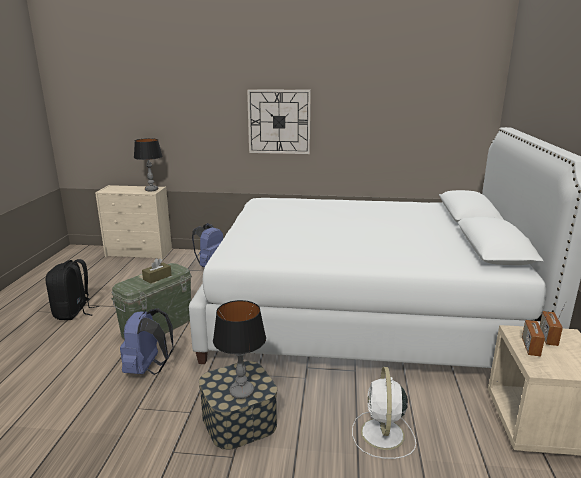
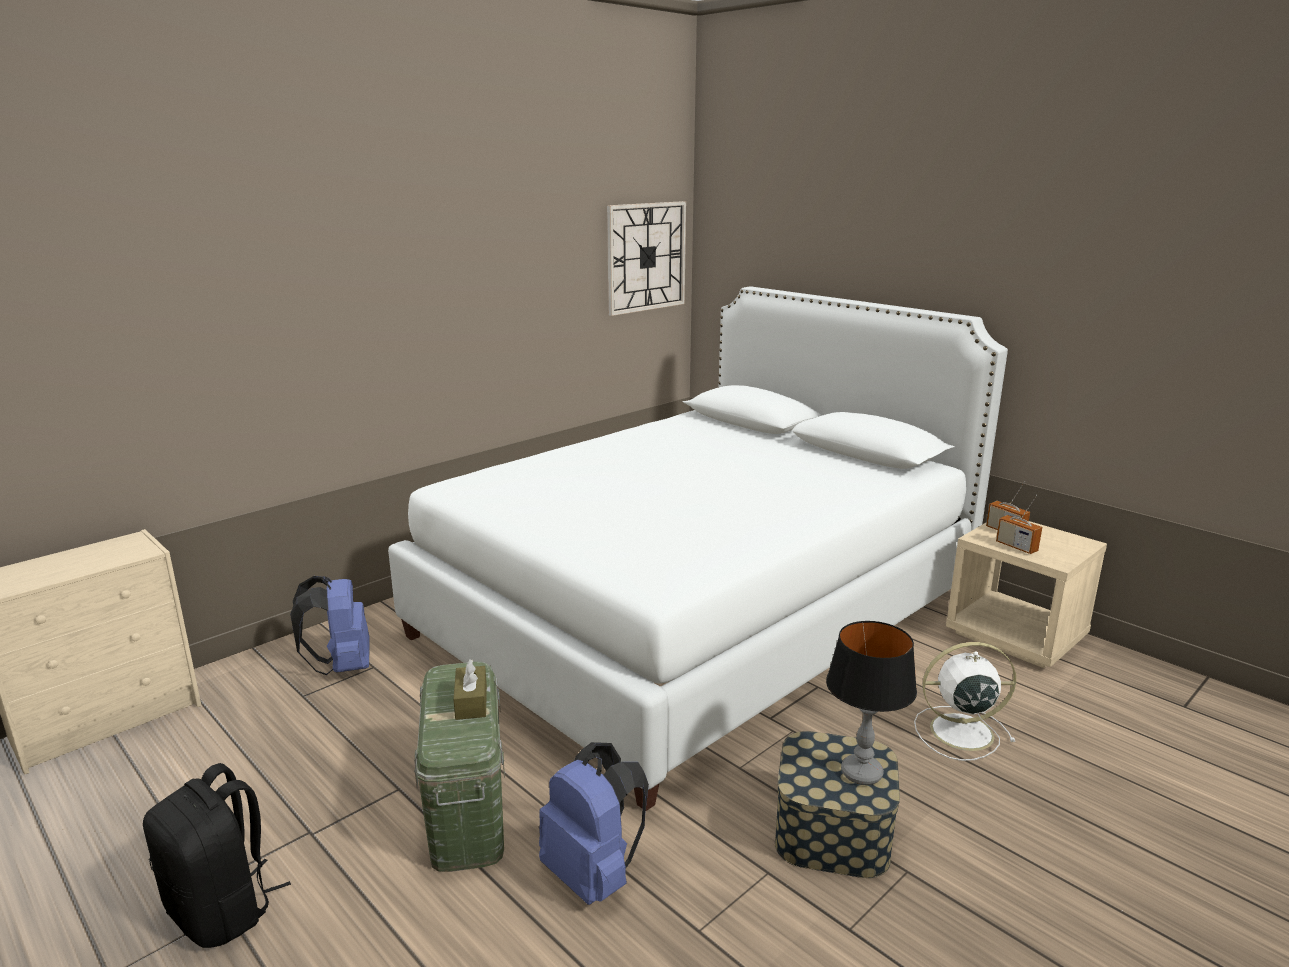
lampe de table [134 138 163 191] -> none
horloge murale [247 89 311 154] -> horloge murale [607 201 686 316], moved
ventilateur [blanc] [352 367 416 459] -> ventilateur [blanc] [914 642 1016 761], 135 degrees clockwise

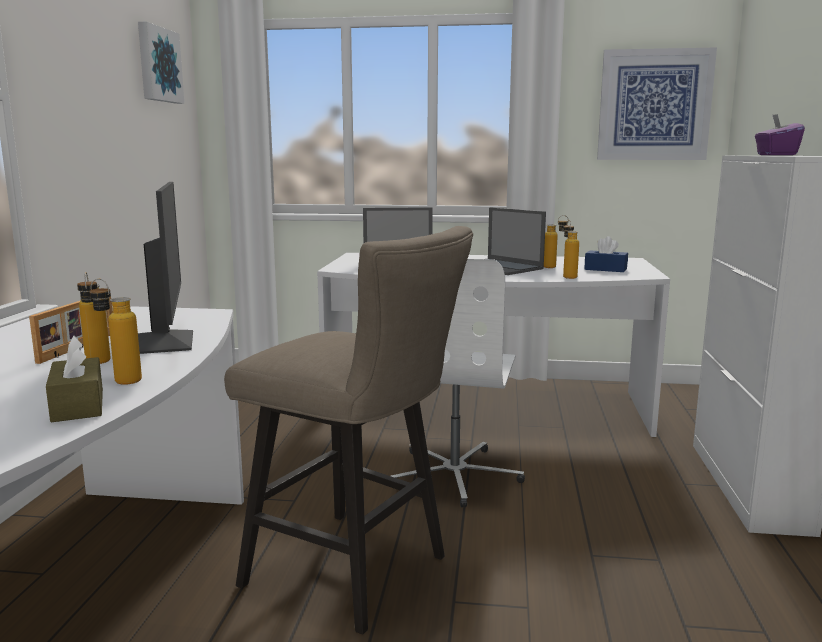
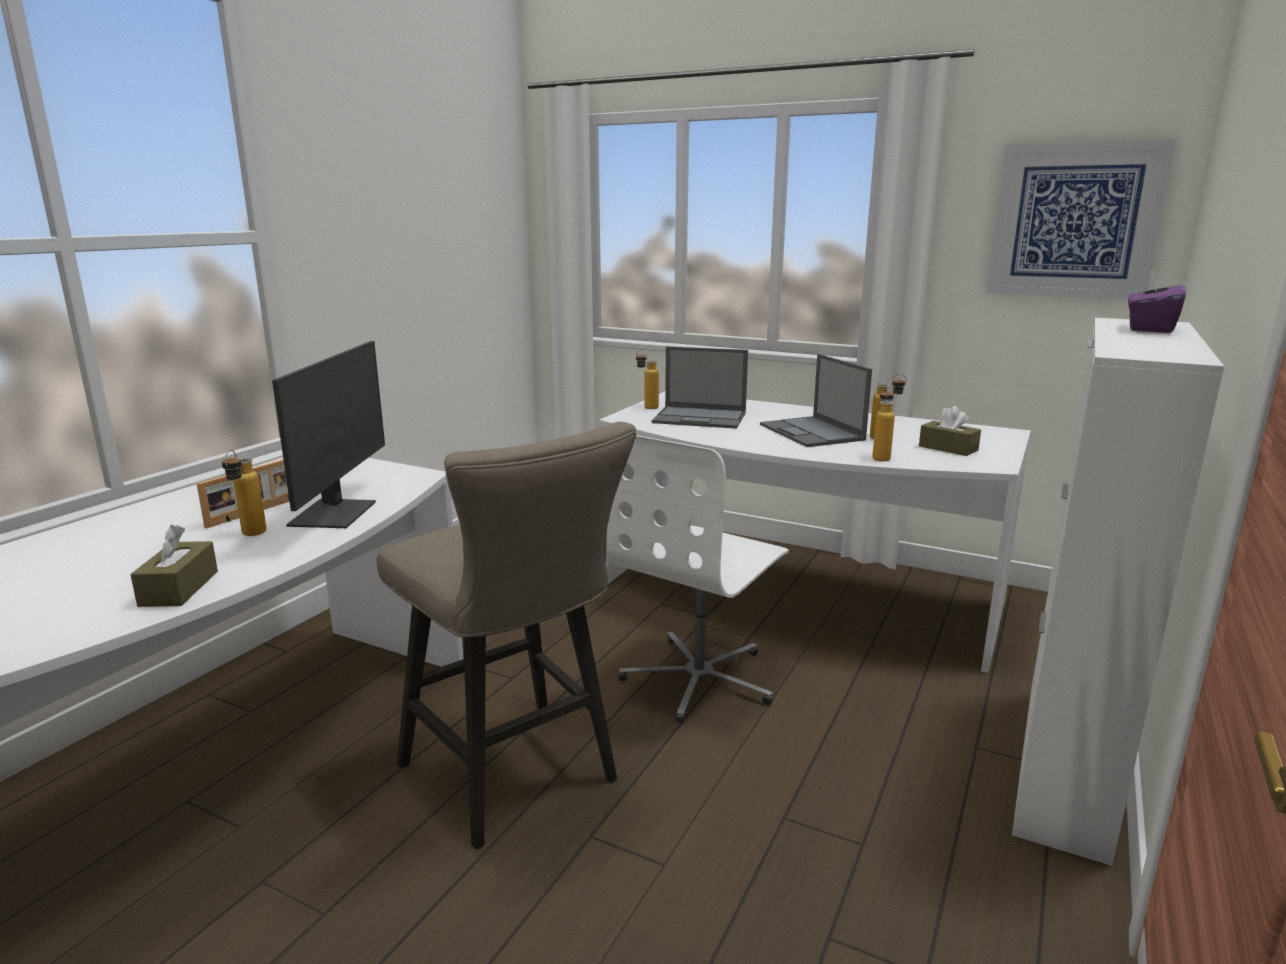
tableau [138 22 184 104] -> none
bouteille [90 278 142 385] -> bouteille [636 349 659 409], moved
boîte à mouchoirs [bleu] [584 236 628 272] -> boîte à mouchoirs [marron] [919 406 981 456]

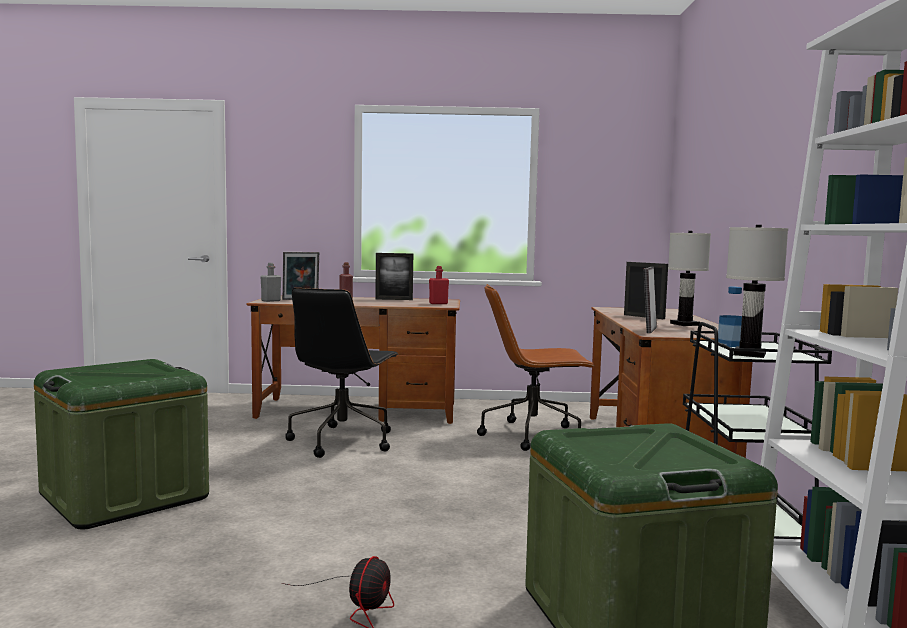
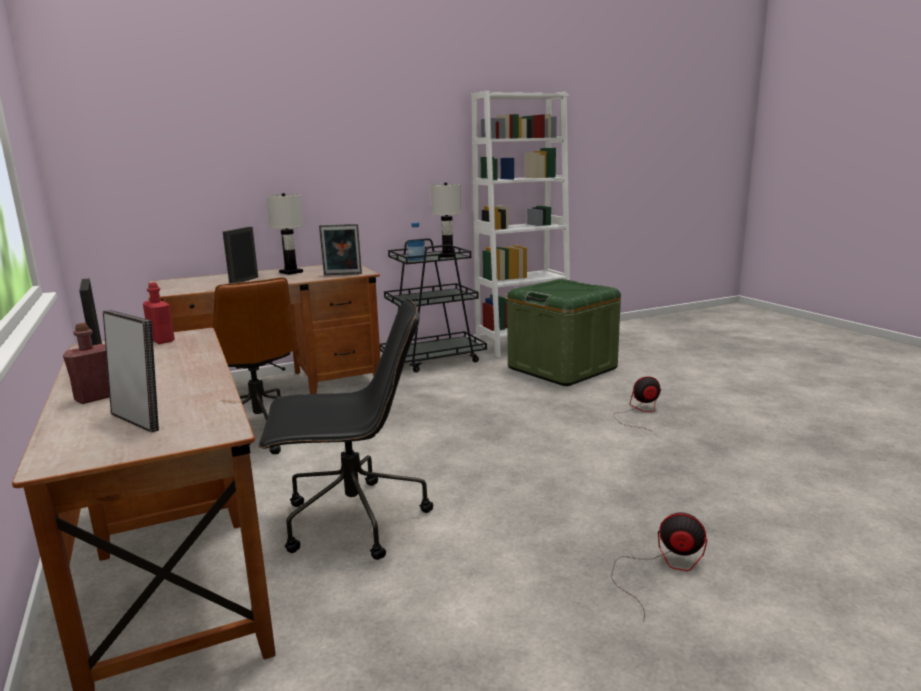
bouteille [gris] [261 263 281 302] -> none
boîte de rangement [vert] [34 359 209 530] -> ventilateur [611 512 707 622]

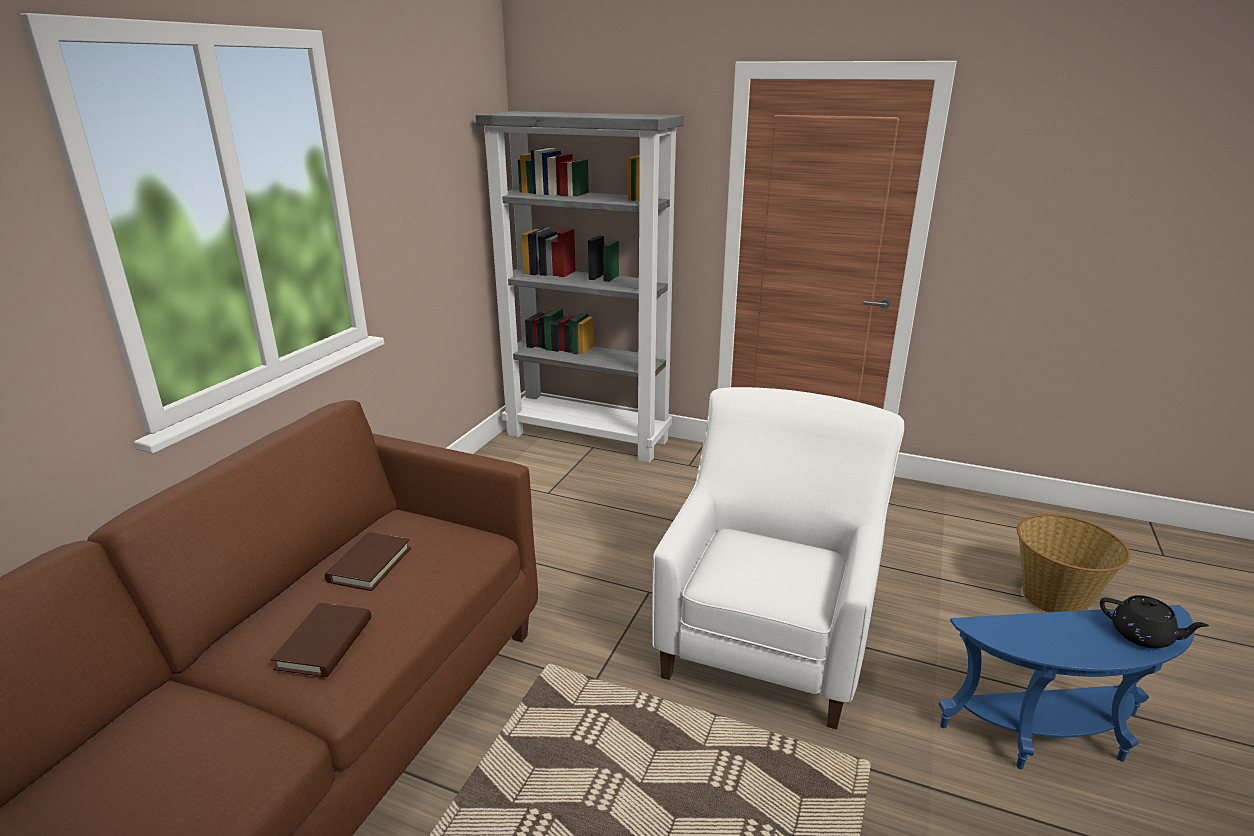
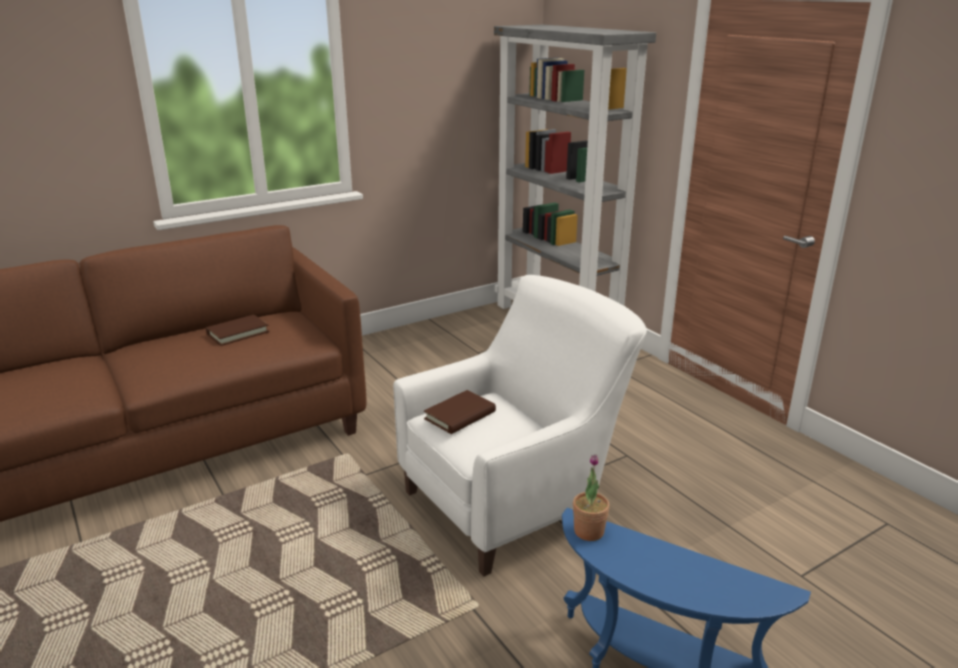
panier [1017 514 1131 613] -> none
théière [noir] [1100 595 1209 648] -> none
none -> plante en pot [573 455 610 541]
livre [marron] [271 603 371 677] -> livre [marron] [424 390 496 434], moved

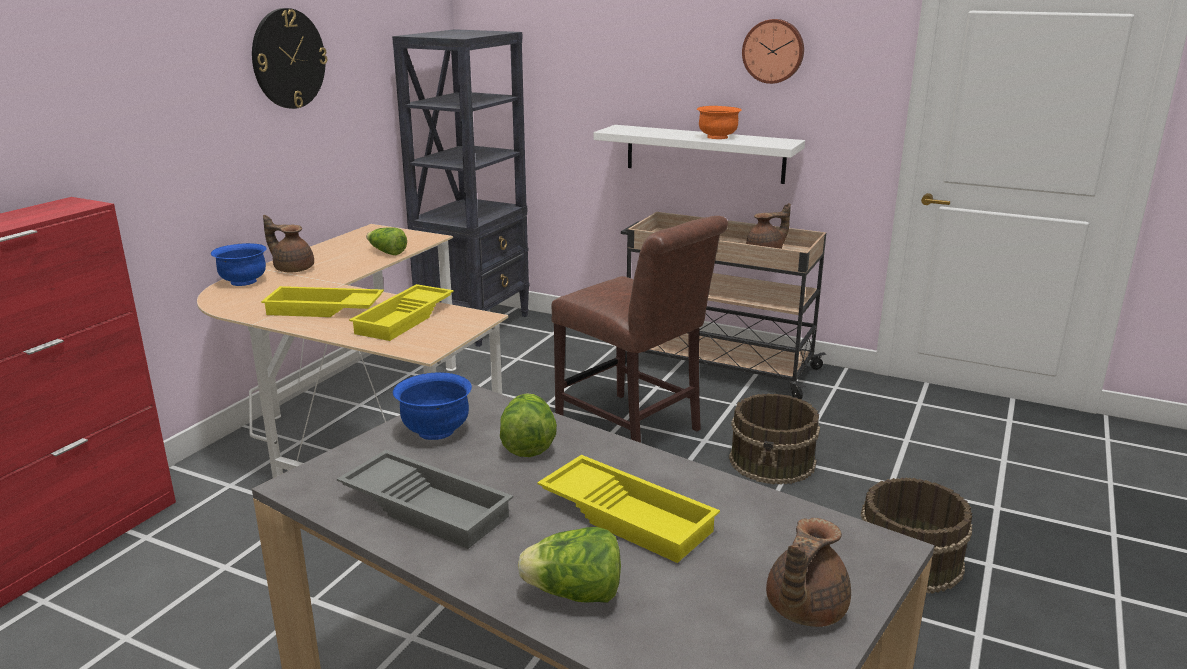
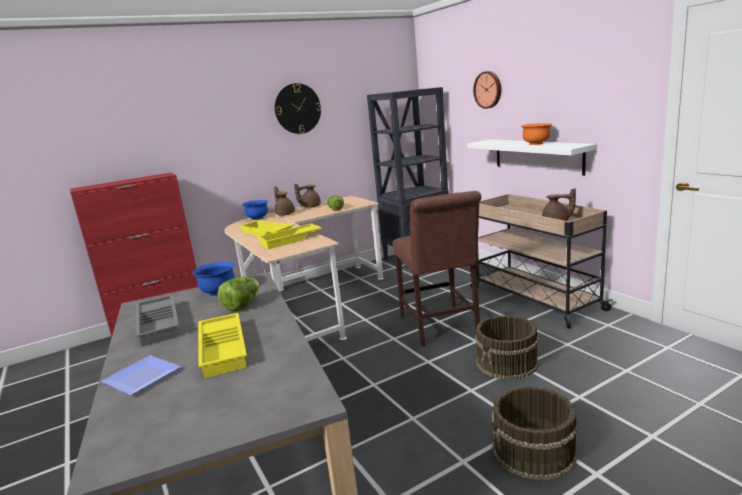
horloge murale [742 19 804 84] -> horloge murale [473 71 501 109], moved
théière [marron] [766 518 851 627] -> théière [marron] [294 183 321 208], moved
laitue [518 527 621 603] -> assiette [101 355 181 396]

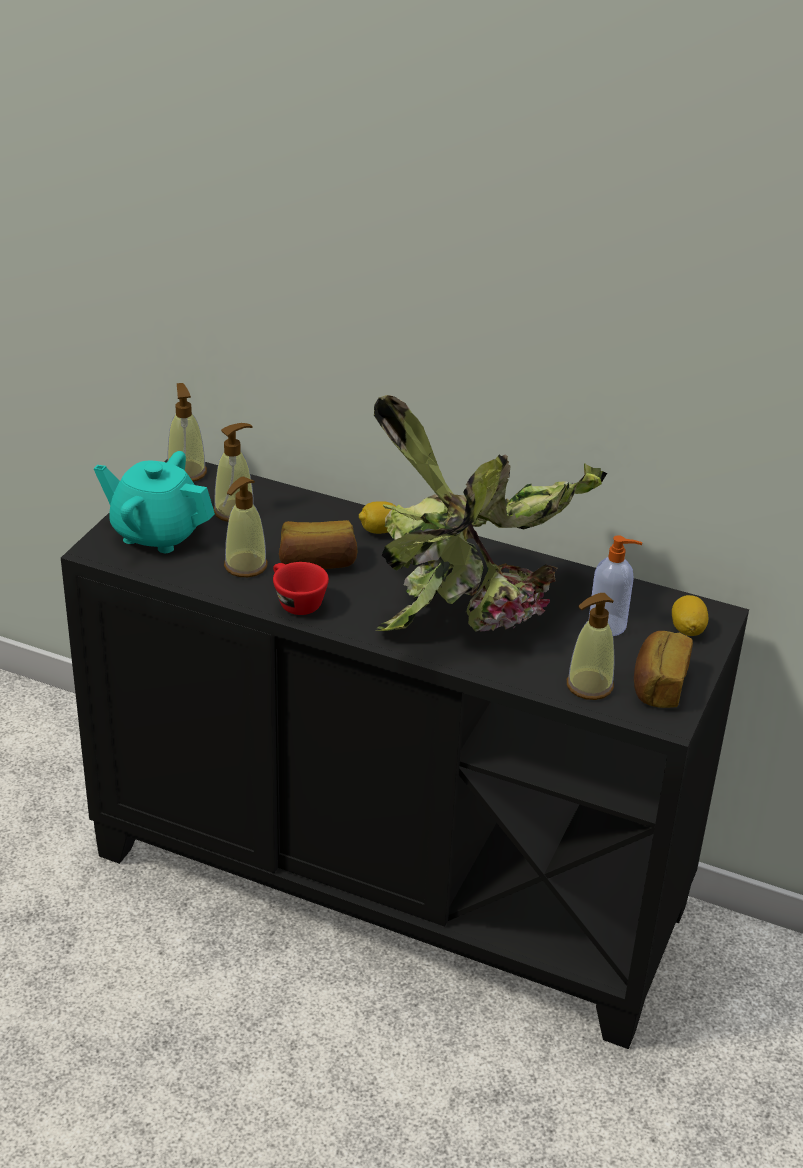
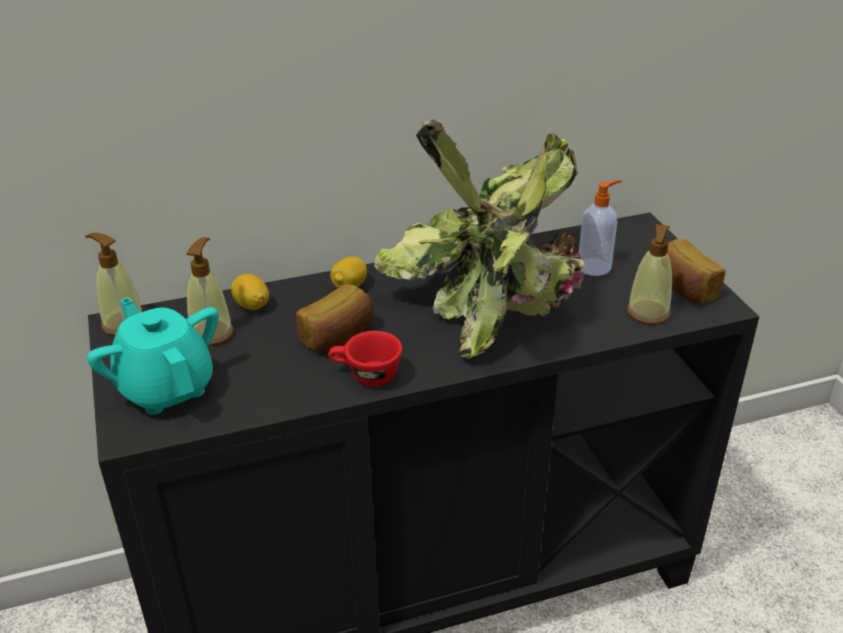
distributeur de savon [224 477 268 577] -> none
citron [672 595 708 636] -> citron [231 274 269 310], moved
théière [turquoise] [94 451 215 553] -> théière [turquoise] [87 297 219 415], 75 degrees clockwise

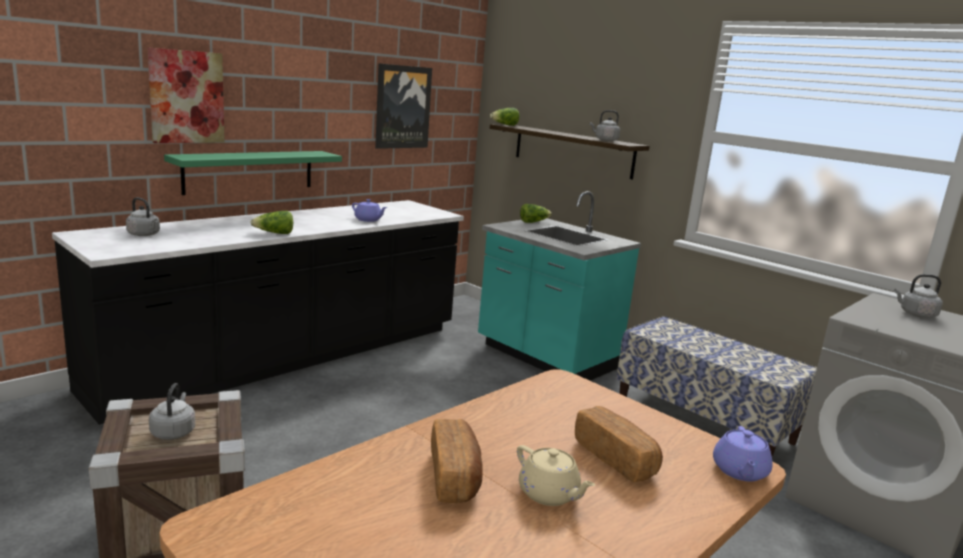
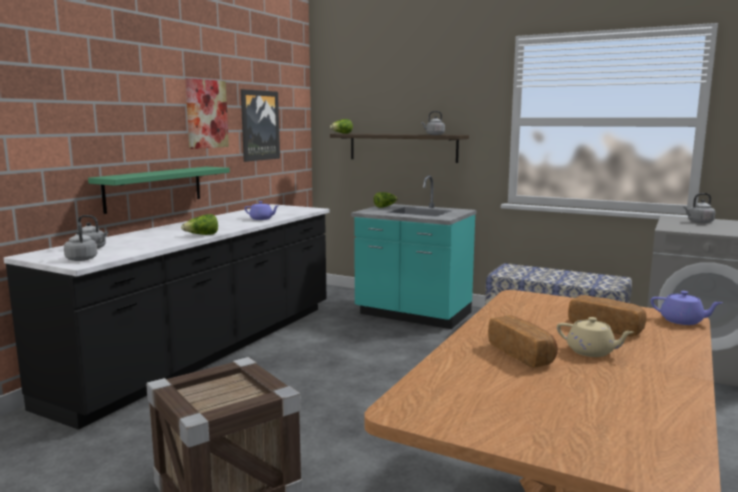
tableau [147 47 225 143] -> tableau [185 78 229 149], moved
bouilloire [gris] [149 383 195 440] -> bouilloire [gris] [64 222 98 261], moved
théière [violet] [713 426 773 482] -> théière [violet] [651 291 723 325], 60 degrees counterclockwise

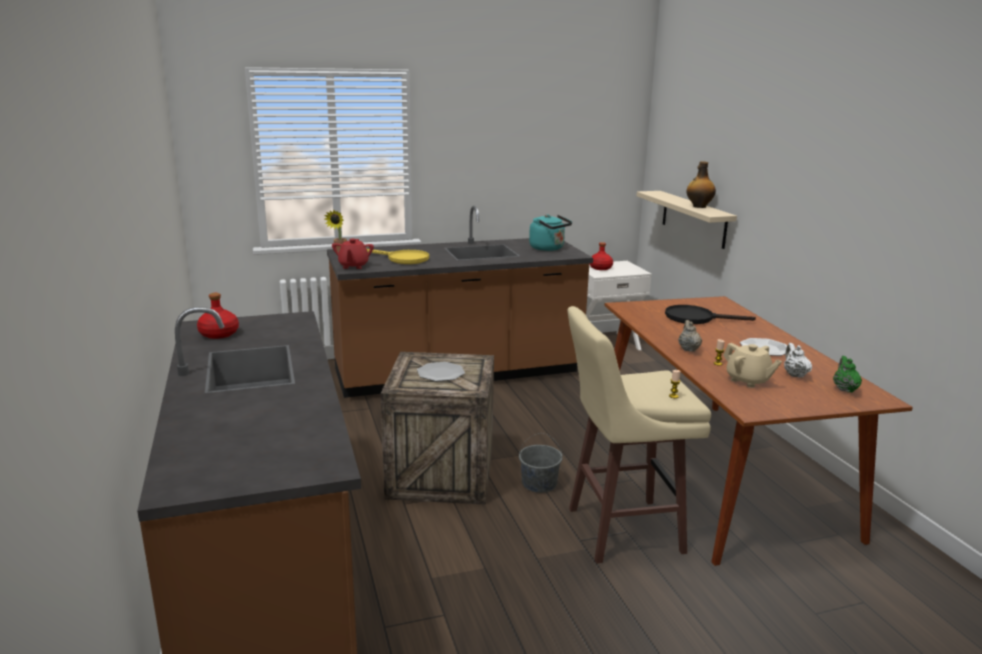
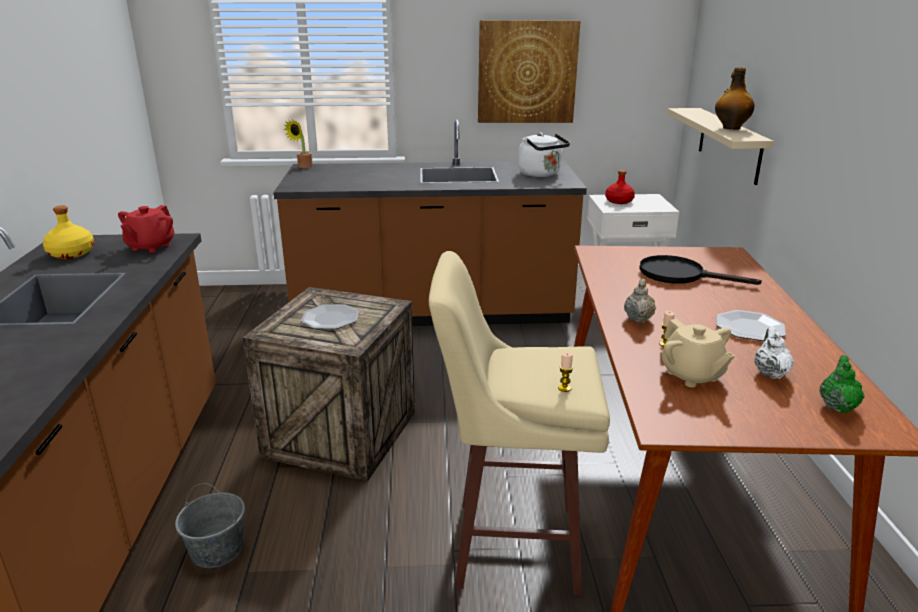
poêle [jaune] [367 249 429 264] -> none
none -> tableau [478 20 581 123]
théière [rouge] [332 239 374 269] -> théière [rouge] [118 205 174 253], moved
seau [gris] [519 433 563 493] -> seau [gris] [175 483 245 568], moved
bouteille [rouge] [197 293 239 339] -> bouteille [jaune] [43 205 94 259]
bouilloire [turquoise] [529 214 572 251] -> bouilloire [blanc] [518 133 570 177]

